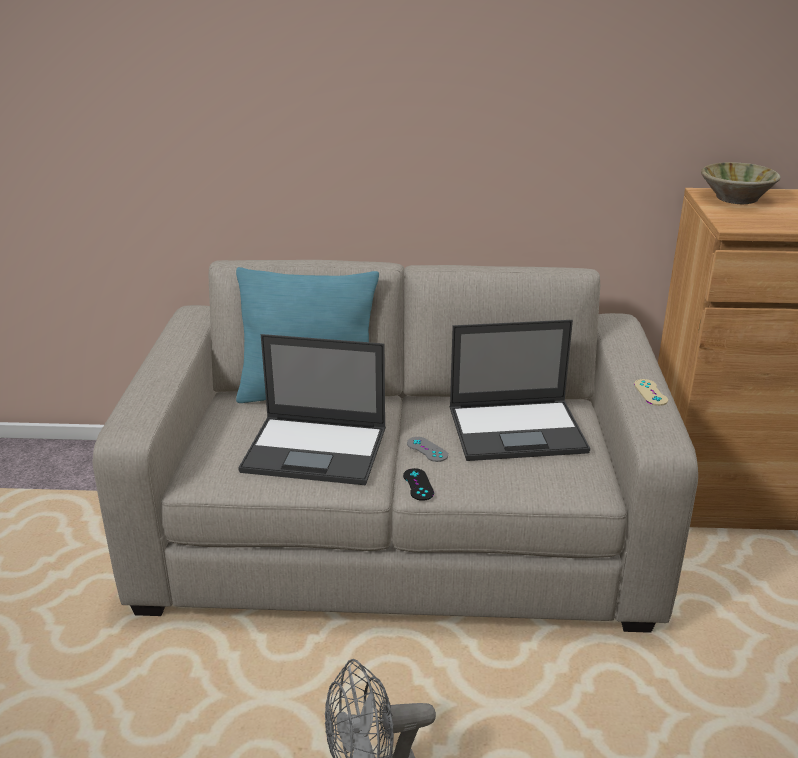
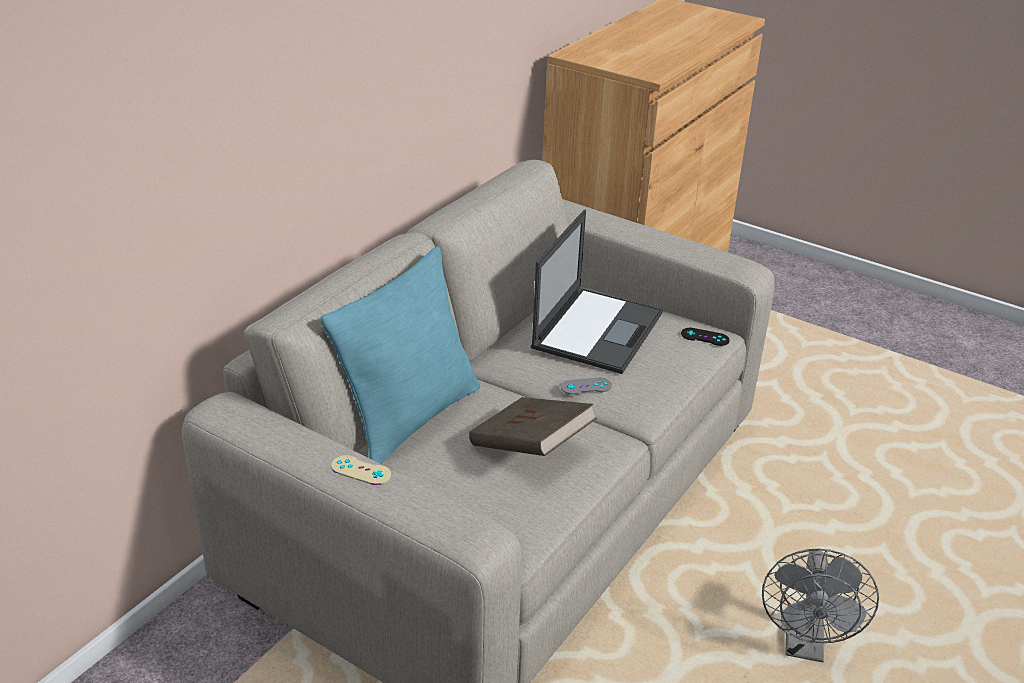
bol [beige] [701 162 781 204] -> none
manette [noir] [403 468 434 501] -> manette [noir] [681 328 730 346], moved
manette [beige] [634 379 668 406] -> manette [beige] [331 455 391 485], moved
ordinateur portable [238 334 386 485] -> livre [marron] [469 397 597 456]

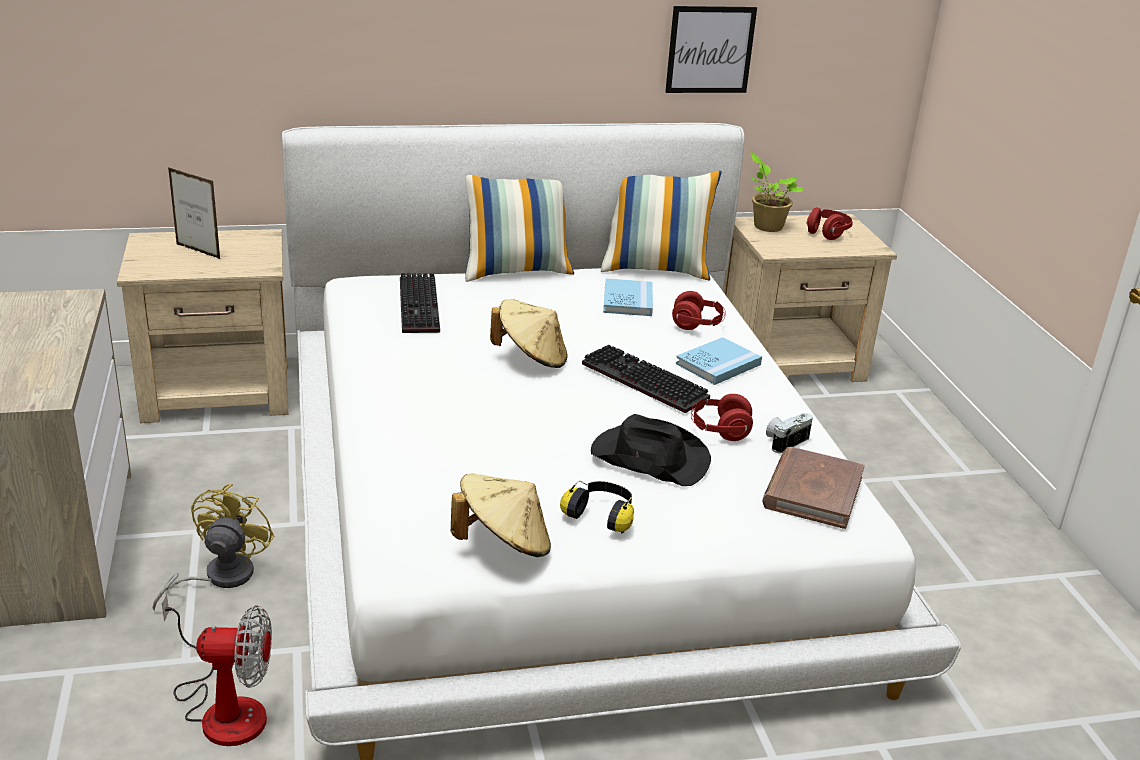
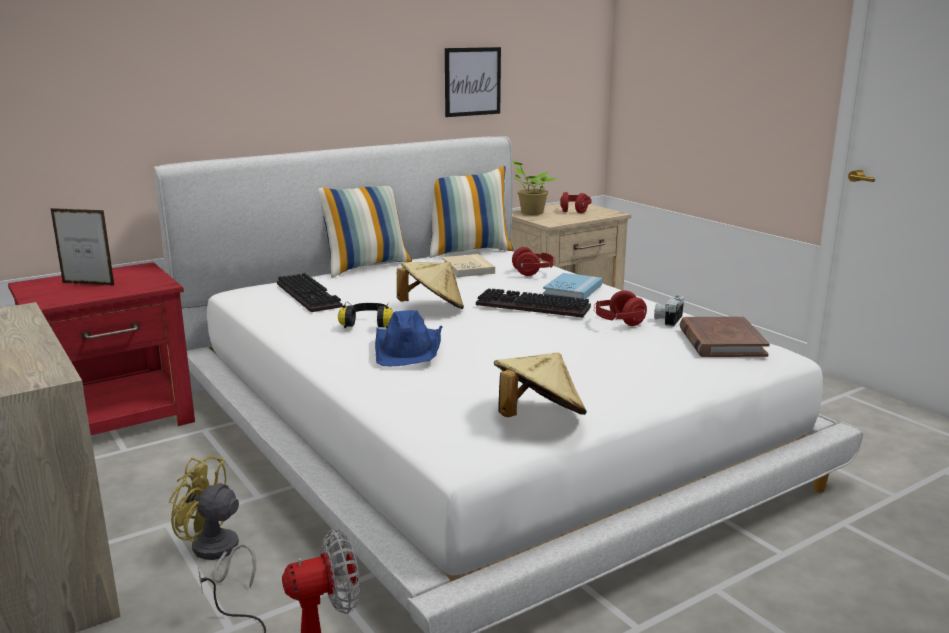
chapeau [noir] [591 414 711 486] -> none
none -> chapeau [bleu] [375 310 442 366]
casque audio [560 481 634 534] -> casque audio [338 302 393 328], moved
table de chevet [beige] [117 229 288 423] -> table de chevet [rouge] [8 262 195 435]
livre [bleu] [603 278 653 316] -> livre [beige] [442 254 495 277]
ventilateur [jaune] [152 484 274 611] -> ventilateur [jaune] [169 455 256 588], 60 degrees counterclockwise

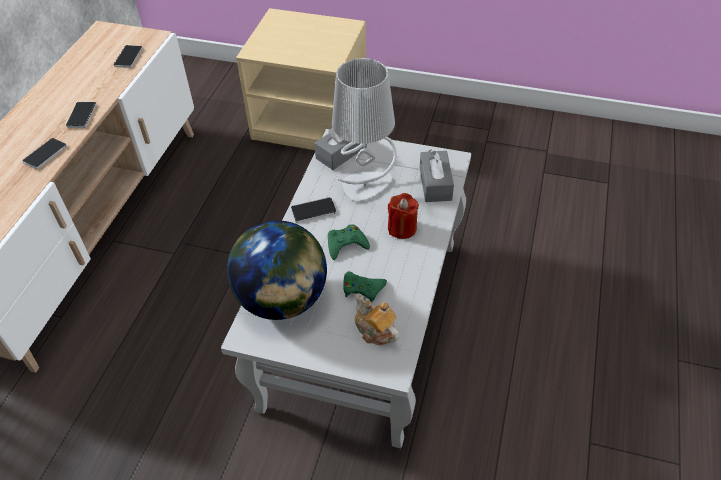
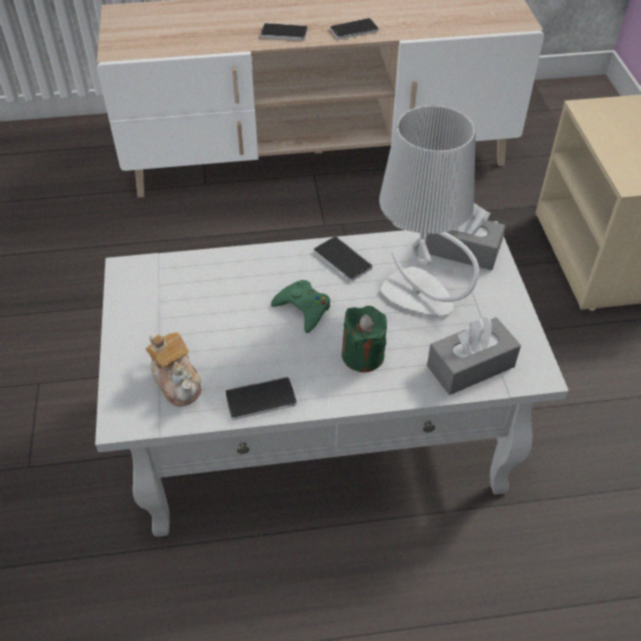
globe [227 220 327 320] -> none
manette [vert] [343 271 387 303] -> none
téléphone [114 45 143 68] -> téléphone [225 377 297 420], moved
bougie [rouge] [388 193 419 239] -> bougie [vert] [342 306 387 372]
théière [355 294 400 345] -> théière [145 332 201 407], 120 degrees clockwise

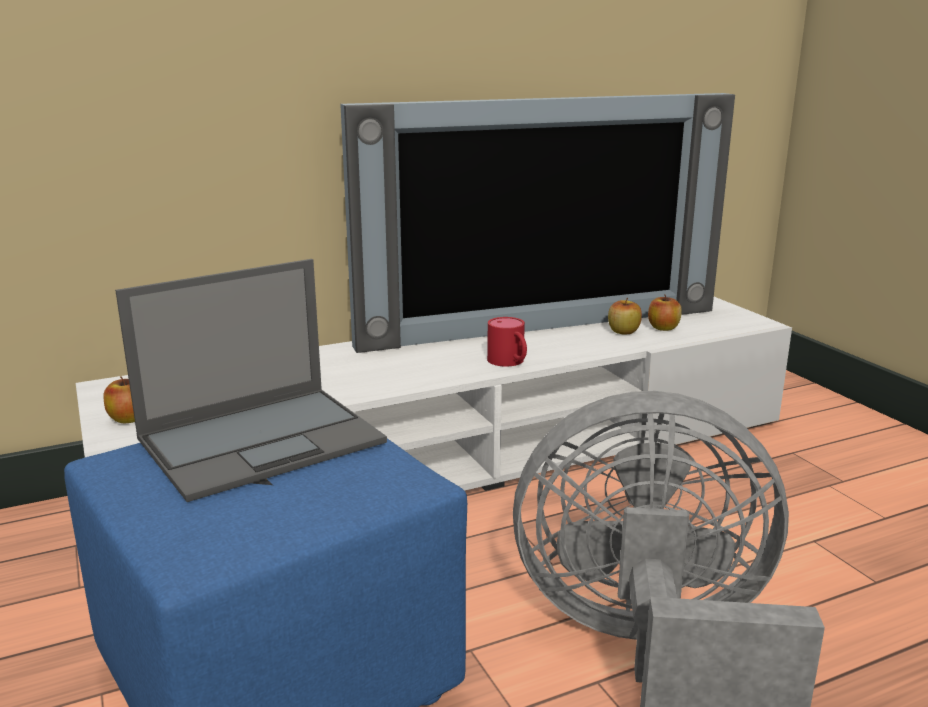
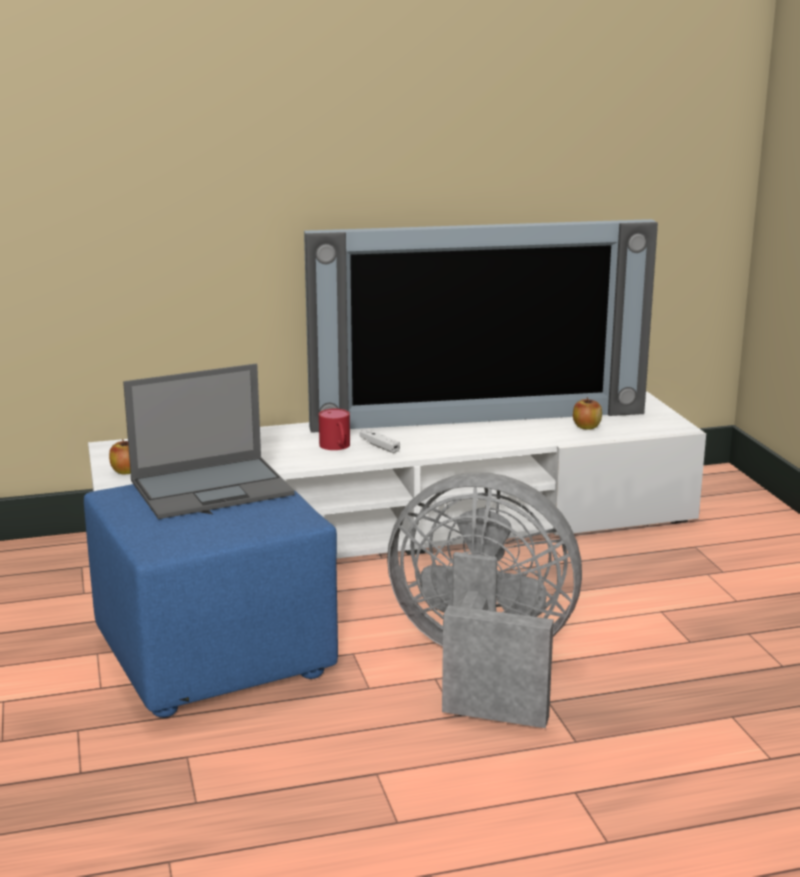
pomme [608 297 642 335] -> none
none -> manette [blanc] [360 429 400 453]
mug [rouge] [487 317 527 367] -> mug [rouge] [319 409 350 450], moved

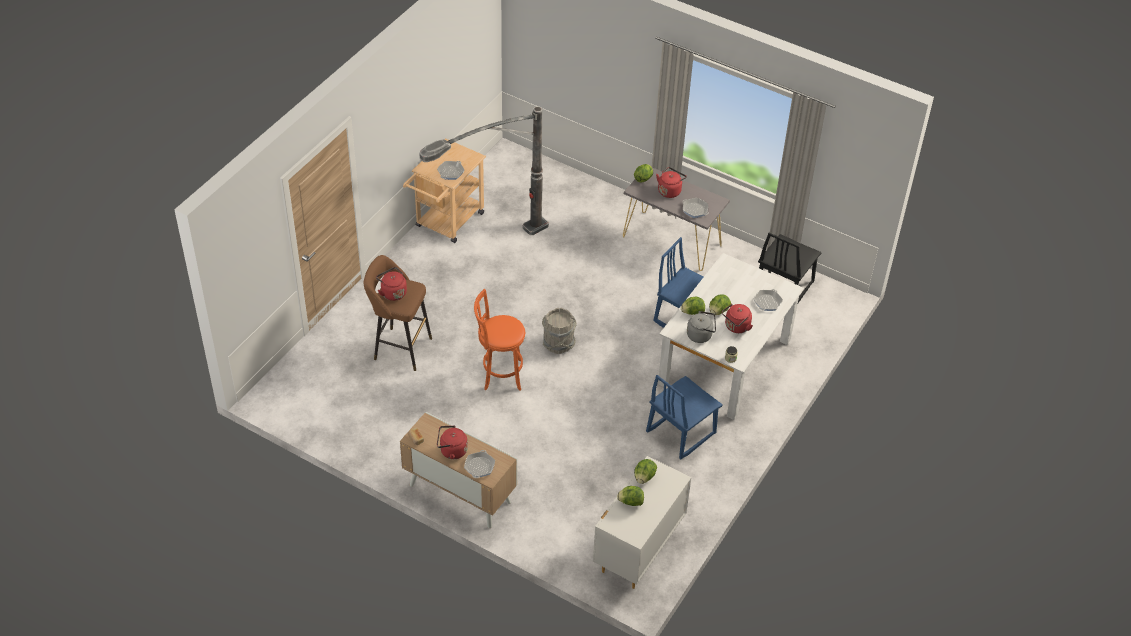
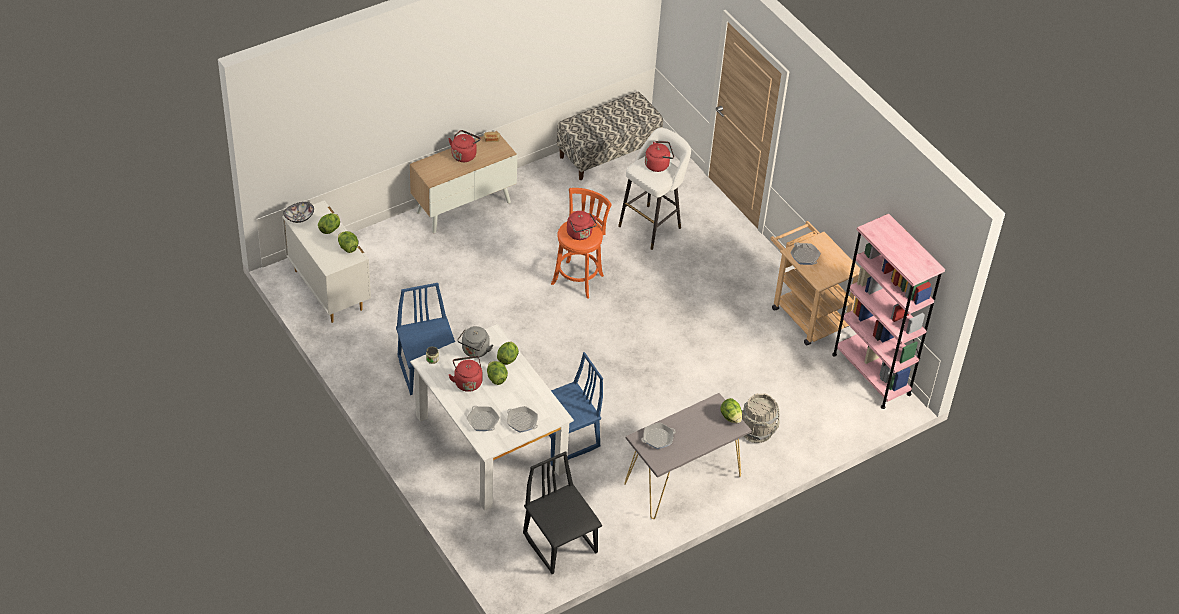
lampadaire [419 106 549 235] -> none
none -> bol [283 202 314 223]
none -> banc [557 92 663 180]
none -> bibliothèque [rose] [832 214 945 409]
poêle [464 450 495 478] -> poêle [507 406 538 433], moved
seau [gris] [542 308 577 354] -> seau [gris] [742 393 779 443], moved
bouilloire [rouge] [656 167 687 198] -> bouilloire [rouge] [567 211 597 240], moved
tabouret [marron] [364 255 432 371] -> tabouret [blanc] [618 128 691 250]

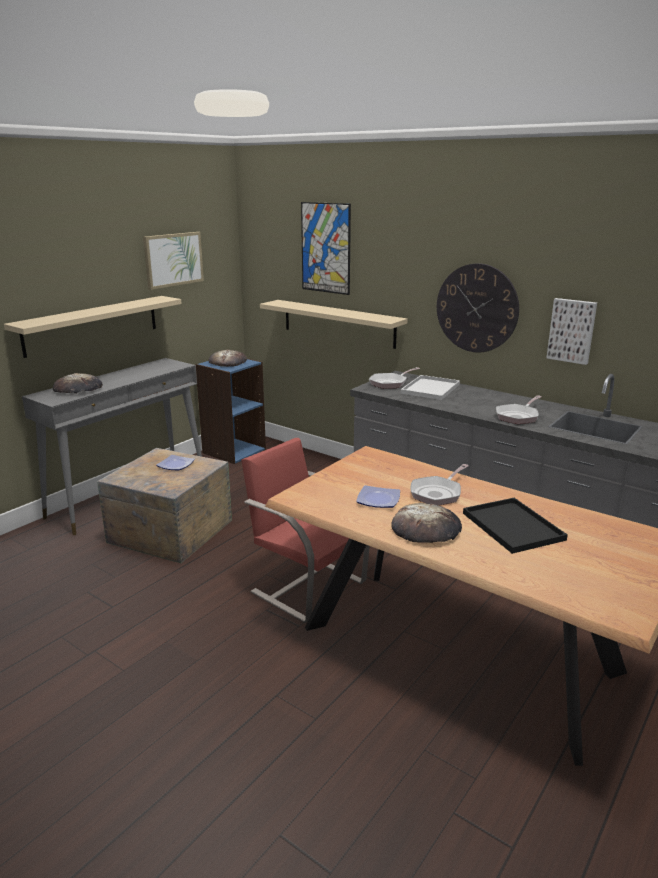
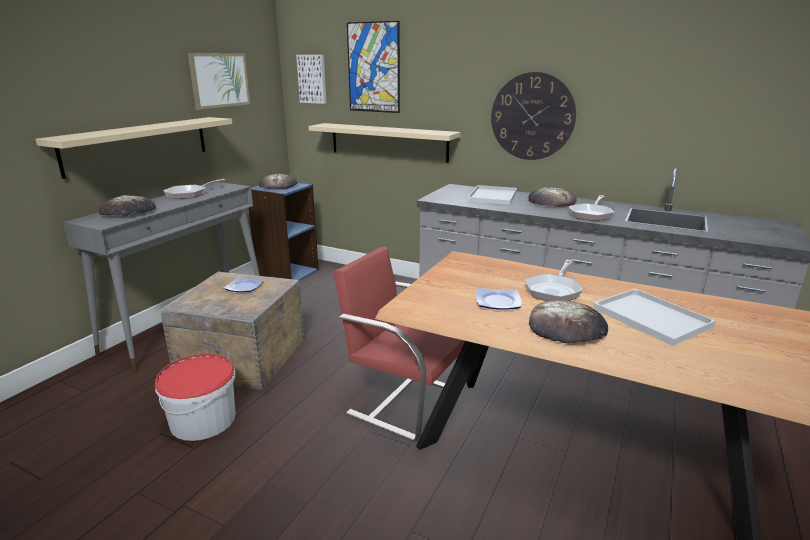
none -> seau [155 354 236 441]
none -> pain [528 187 576 207]
poêle [369 367 420 389] -> poêle [163 179 225 199], moved
tableau [546 298 597 365] -> tableau [296 55 326 104], moved
plateau [noir] [463 498 568 554] -> plateau [blanc] [593 289 716 346]

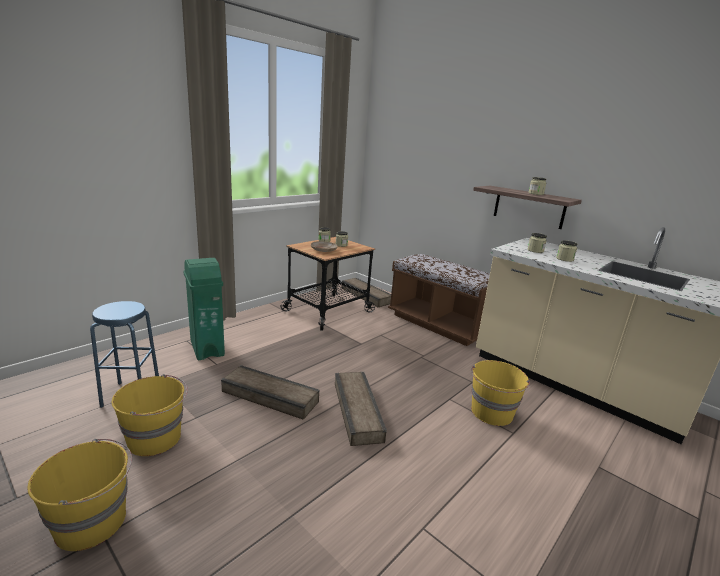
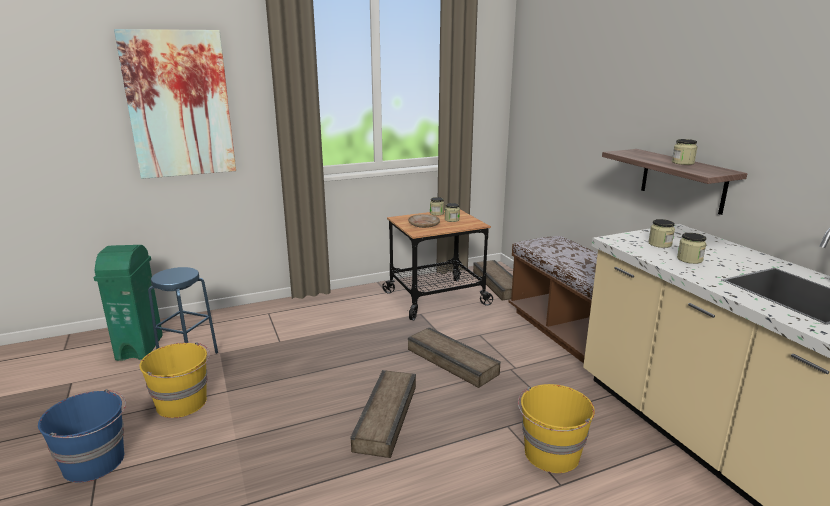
none -> tableau [114 29 236 179]
poubelle [vert] [183 258 225 360] -> poubelle [vert] [94 245 163 361], moved
caisse [221 365 320 420] -> caisse [408 327 501 388], moved
seau [jaune] [27 439 132 551] -> seau [bleu] [38 389 126 483]

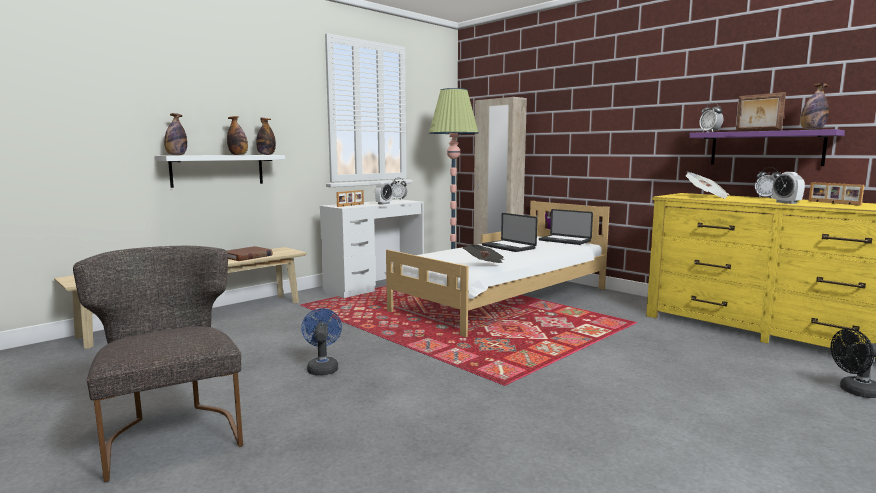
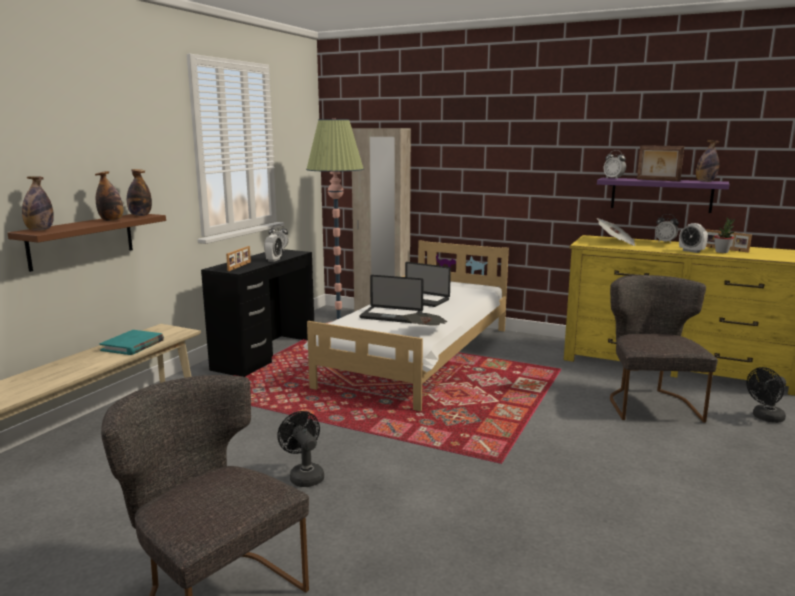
none -> chaise [gris] [610 275 718 423]
none -> plante en pot [714 218 735 253]
ordinateur portable [539 209 593 245] -> ordinateur portable [359 275 423 323], moved
étagère [blanc] [155 155 285 188] -> étagère [marron] [7 214 166 272]
livre [marron] [227 246 273 261] -> livre [turquoise] [99 330 164 355]
ventilateur [bleu] [301 308 342 375] -> ventilateur [noir] [277 411 324 487]
bureau [blanc] [320 199 424 298] -> bureau [noir] [201 249 314 377]

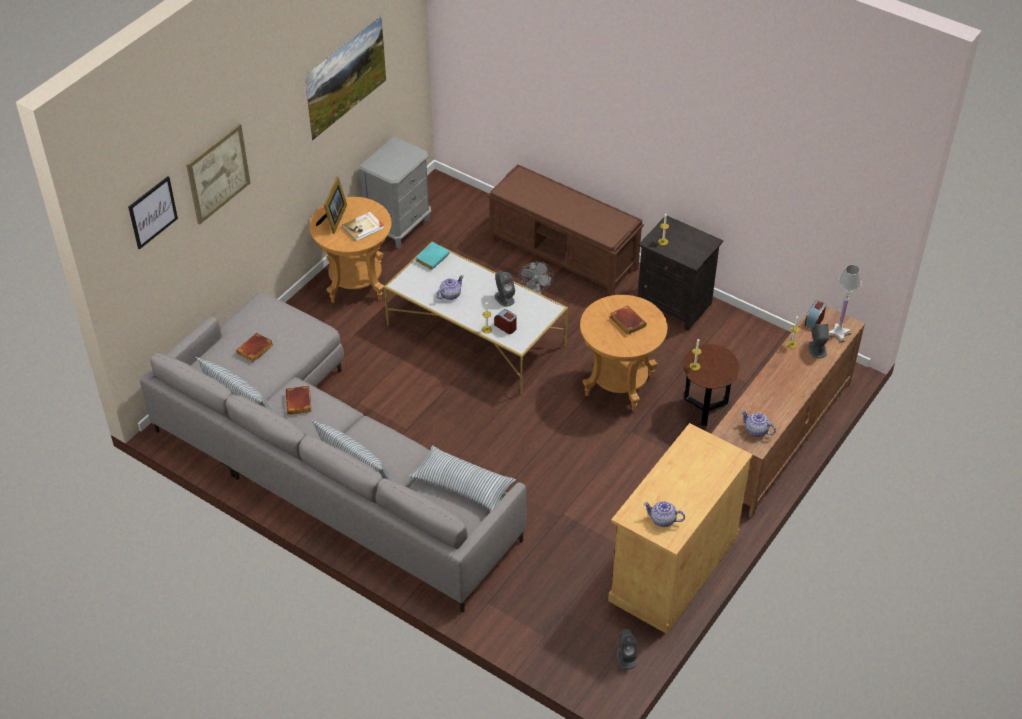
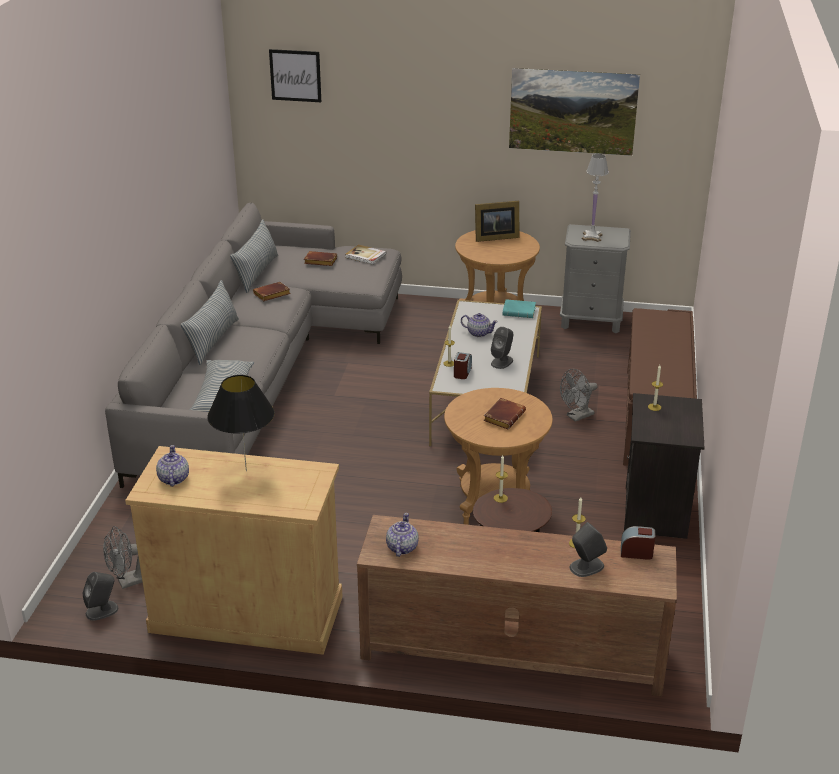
tableau [186 123 250 224] -> none
none -> ventilateur [gris] [103 526 143 589]
none -> lampe de table [noir] [207 375 275 472]
livre [342 212 384 241] -> livre [345 245 386 265], moved
lampe de table [blanc] [828 265 862 342] -> lampe de table [blanc] [582 154 609 242], moved

